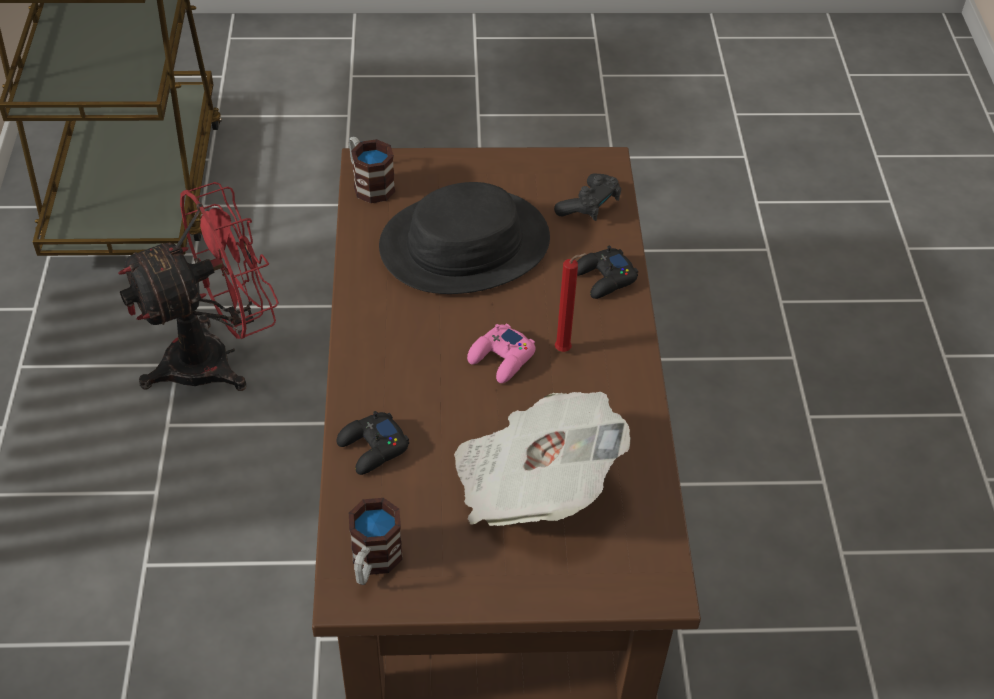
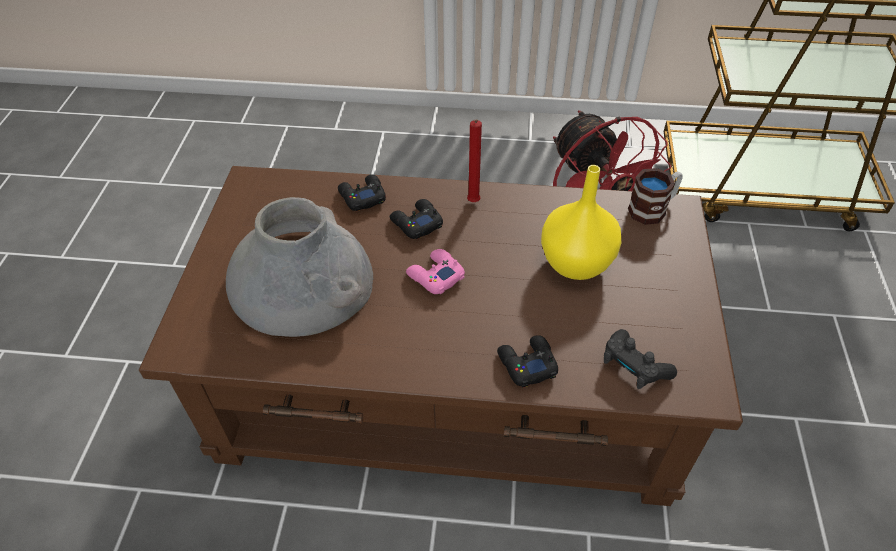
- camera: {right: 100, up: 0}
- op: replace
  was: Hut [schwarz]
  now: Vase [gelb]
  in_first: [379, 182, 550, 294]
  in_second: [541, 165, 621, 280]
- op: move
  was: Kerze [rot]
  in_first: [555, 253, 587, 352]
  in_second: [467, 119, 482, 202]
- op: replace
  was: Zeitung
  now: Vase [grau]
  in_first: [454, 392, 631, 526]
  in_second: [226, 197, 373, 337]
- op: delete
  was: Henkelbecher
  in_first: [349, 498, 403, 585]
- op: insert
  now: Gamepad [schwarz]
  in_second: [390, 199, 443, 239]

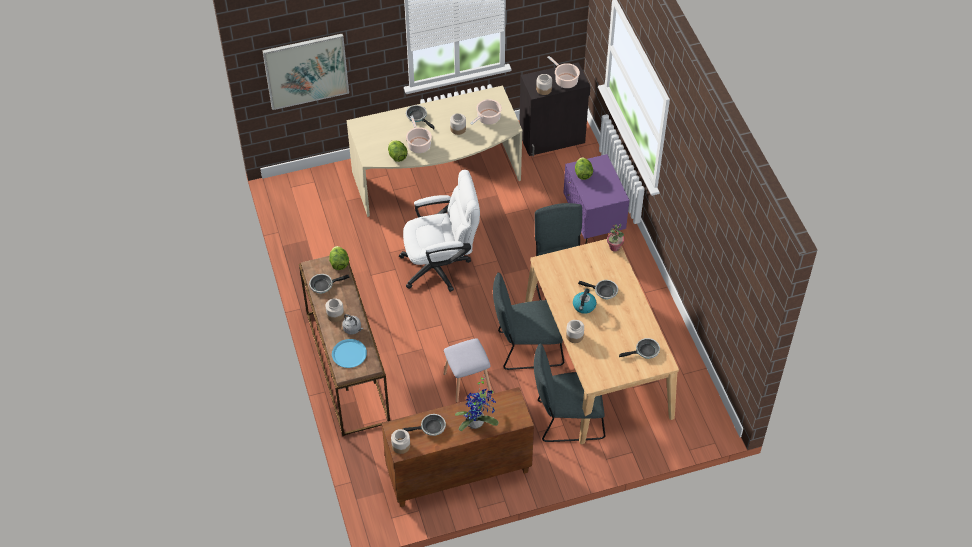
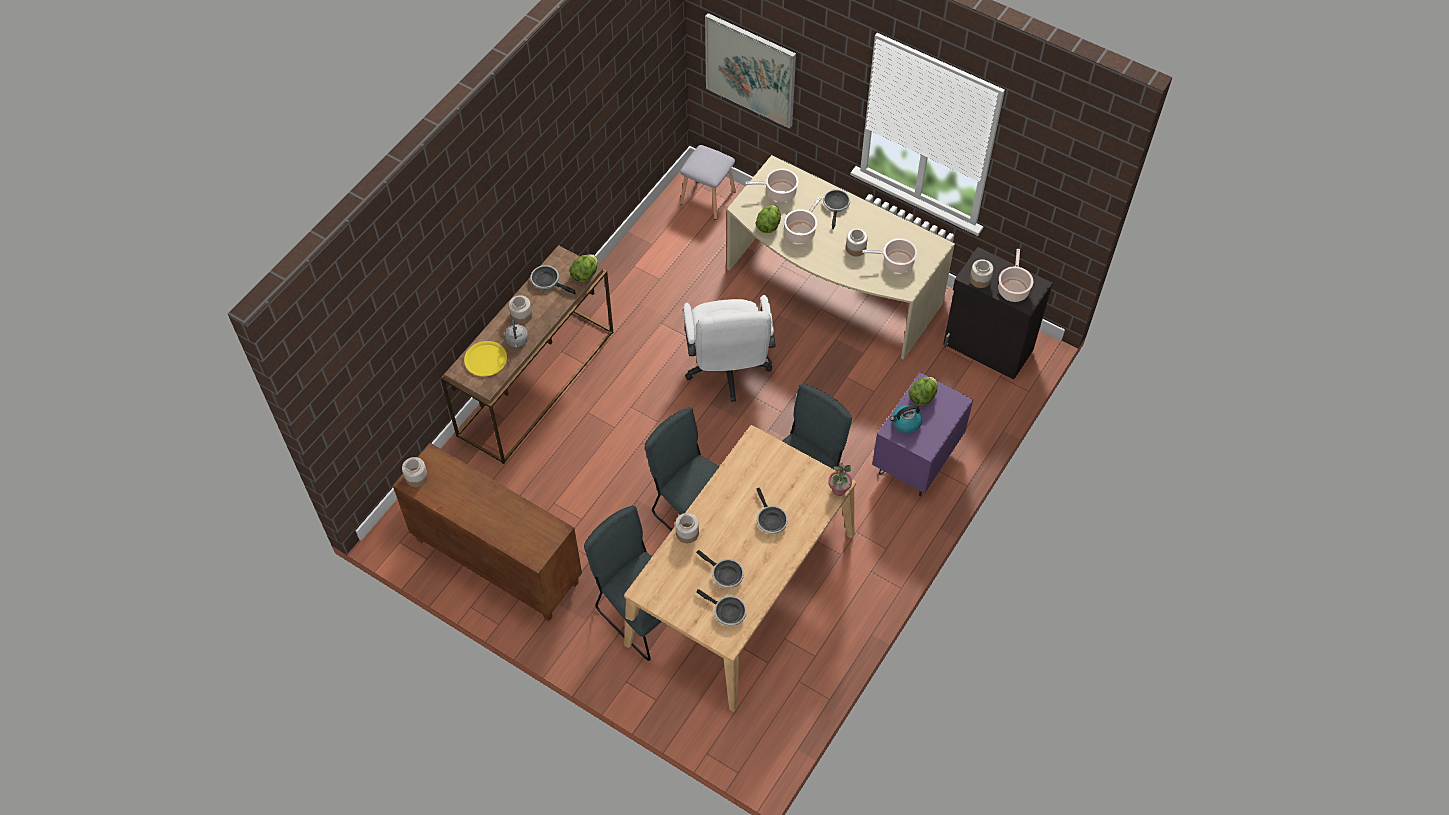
- camera: {right: 50, up: 5}
- op: rotate
  was: Bürostuhl [weiß]
  in_first: [399, 170, 480, 292]
  in_second: [683, 295, 776, 402]
  clockwise: 45
- op: move
  was: Wasserkessel
  in_first: [573, 288, 597, 314]
  in_second: [890, 405, 922, 433]
- op: move
  was: Hocker [grau]
  in_first: [443, 338, 491, 403]
  in_second: [680, 145, 736, 220]
- op: recolor
  was: Teller [blau]
  now: Teller [gelb]
  in_first: [332, 339, 367, 368]
  in_second: [464, 341, 507, 376]
- op: delete
  was: Topfpflanze
  in_first: [455, 375, 499, 431]
- op: move
  was: Pfanne
  in_first: [403, 414, 446, 436]
  in_second: [696, 550, 744, 588]
- op: insert
  now: Kochtopf
  in_second: [745, 169, 799, 202]

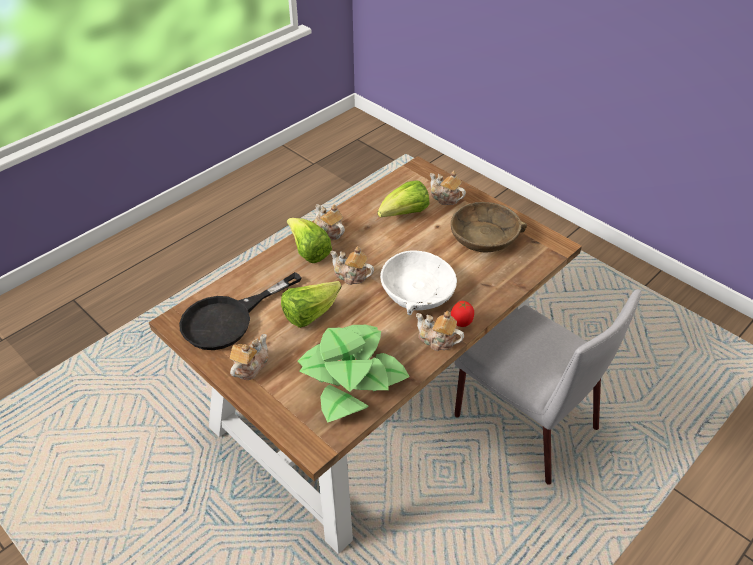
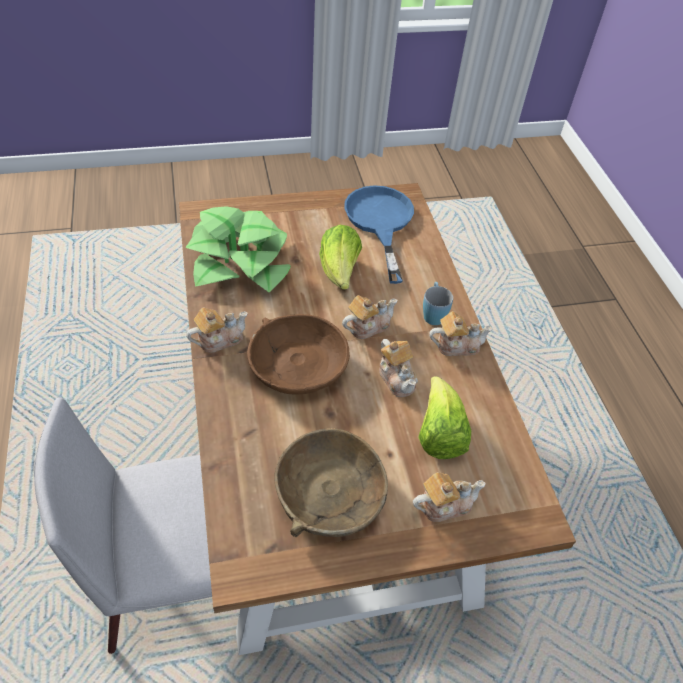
- camera: {right: 120, up: 5}
- op: replace
  was: Salatkopf
  now: Henkelbecher [blau]
  in_first: [287, 218, 332, 263]
  in_second: [423, 282, 453, 325]
- op: recolor
  was: Schüssel [weiß]
  now: Schüssel [braun]
  in_first: [380, 250, 457, 315]
  in_second: [247, 314, 350, 395]
- op: recolor
  was: Pfanne [schwarz]
  now: Pfanne [blau]
  in_first: [179, 272, 301, 350]
  in_second: [344, 185, 414, 284]
- op: delete
  was: Tomate
  in_first: [451, 301, 474, 327]
- op: move
  was: Teekanne
  in_first: [230, 334, 269, 380]
  in_second: [379, 339, 418, 397]

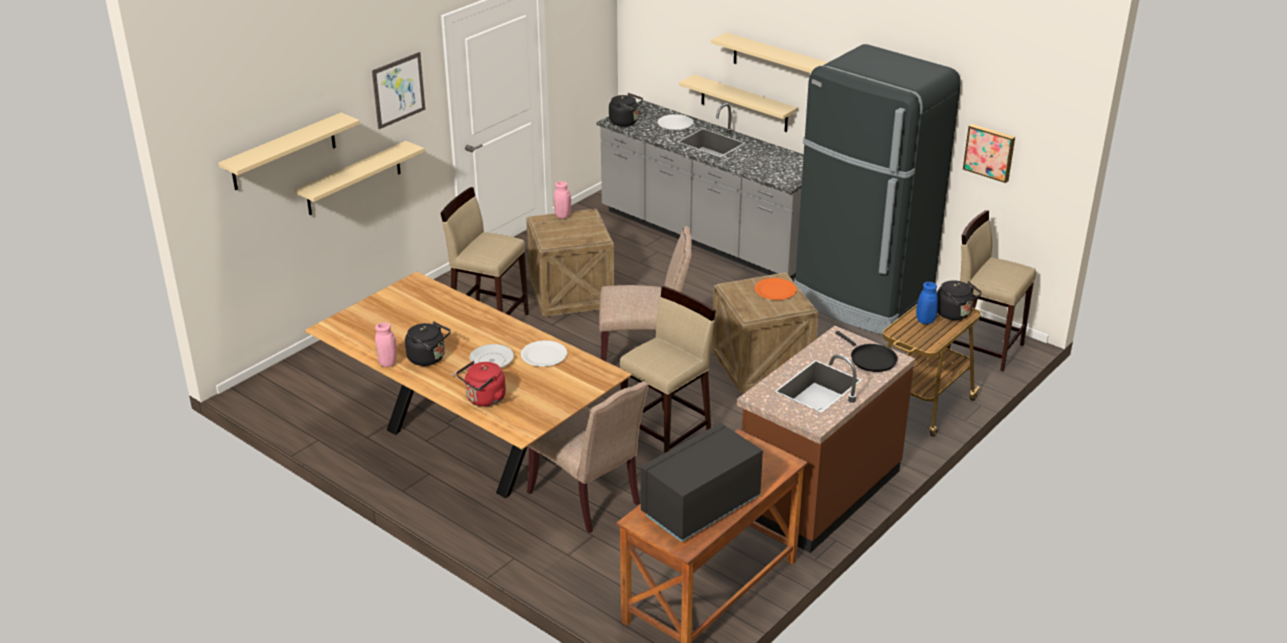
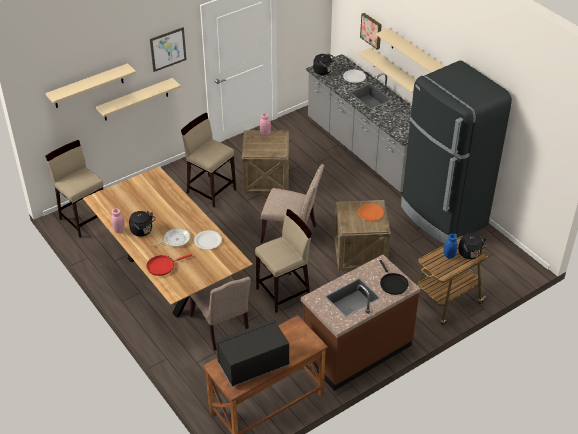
- camera: {right: 15, up: 10}
- op: move
  was: Bild
  in_first: [963, 124, 1015, 183]
  in_second: [360, 13, 382, 50]
- op: move
  was: Hocker [beige]
  in_first: [946, 210, 1036, 372]
  in_second: [45, 140, 103, 238]
- op: replace
  was: Wasserkessel [rot]
  now: Pfanne [rot]
  in_first: [456, 361, 506, 406]
  in_second: [147, 254, 192, 276]

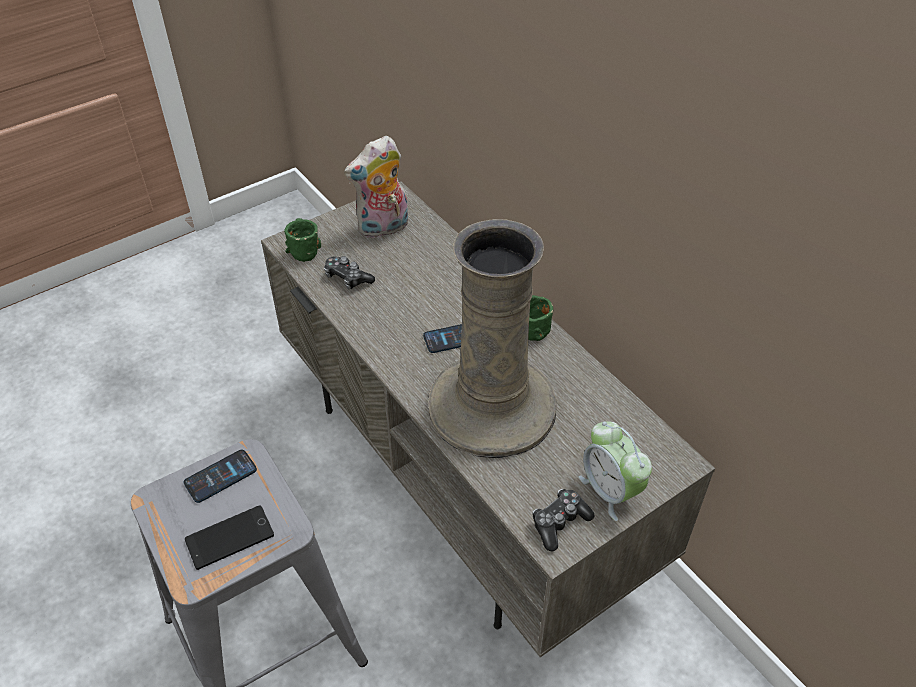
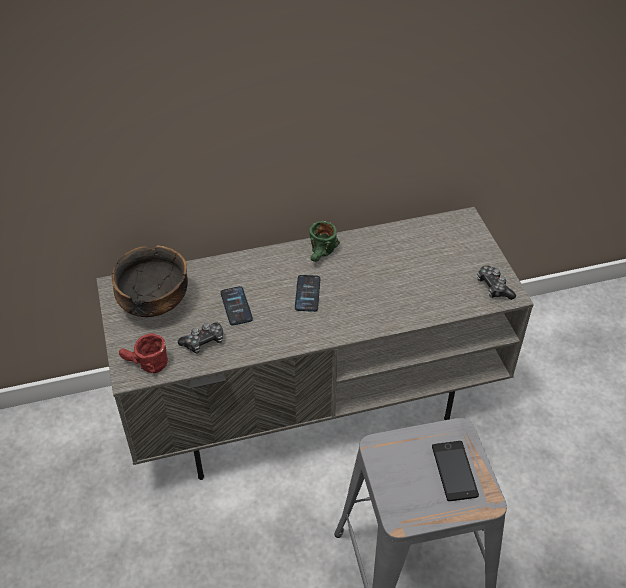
- camera: {right: -70, up: 0}
- op: replace
  was: Plüschtier
  now: Schüssel
  in_first: [344, 136, 408, 238]
  in_second: [112, 245, 188, 317]
- op: recolor
  was: Henkelbecher [grün]
  now: Henkelbecher [rot]
  in_first: [284, 218, 321, 262]
  in_second: [119, 333, 168, 373]
- op: delete
  was: Vase [beige]
  in_first: [428, 219, 556, 458]
- op: delete
  was: Wecker
  in_first: [579, 421, 652, 521]
- op: move
  was: Handy
  in_first: [184, 450, 257, 503]
  in_second: [220, 286, 253, 325]

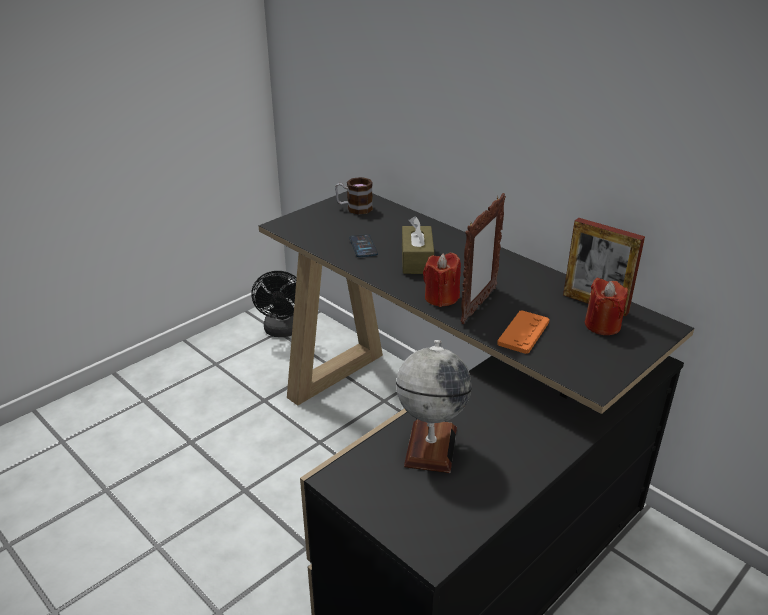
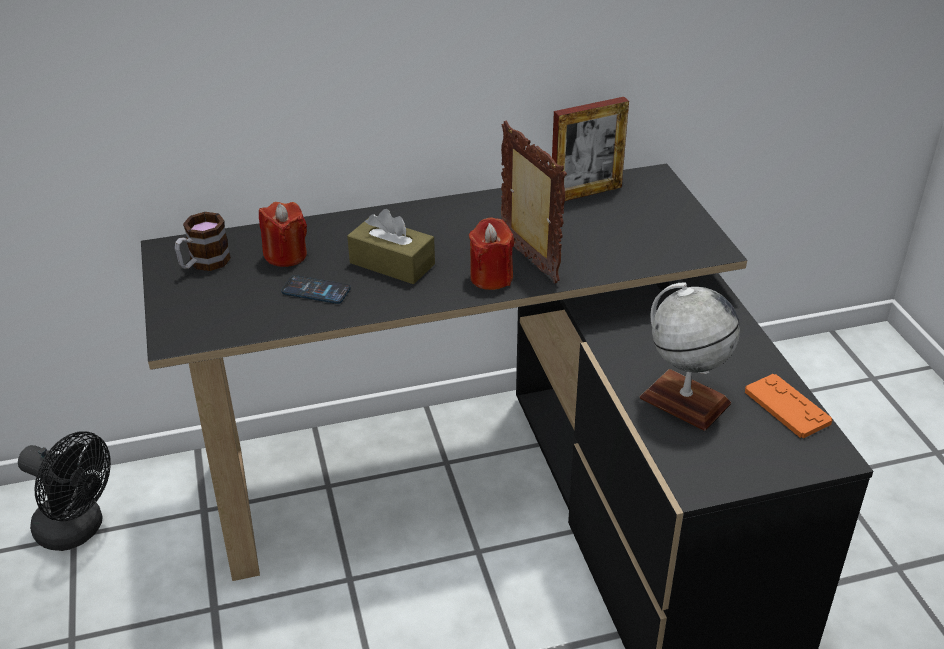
- camera: {right: -60, up: 5}
- op: move
  was: Kerze [rot]
  in_first: [585, 278, 628, 335]
  in_second: [259, 202, 307, 267]
- op: move
  was: Gamepad [orange]
  in_first: [497, 310, 549, 354]
  in_second: [745, 374, 832, 438]

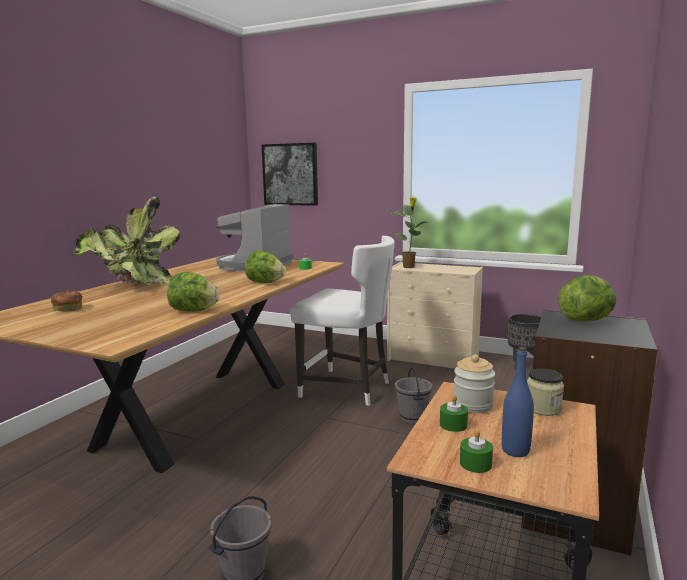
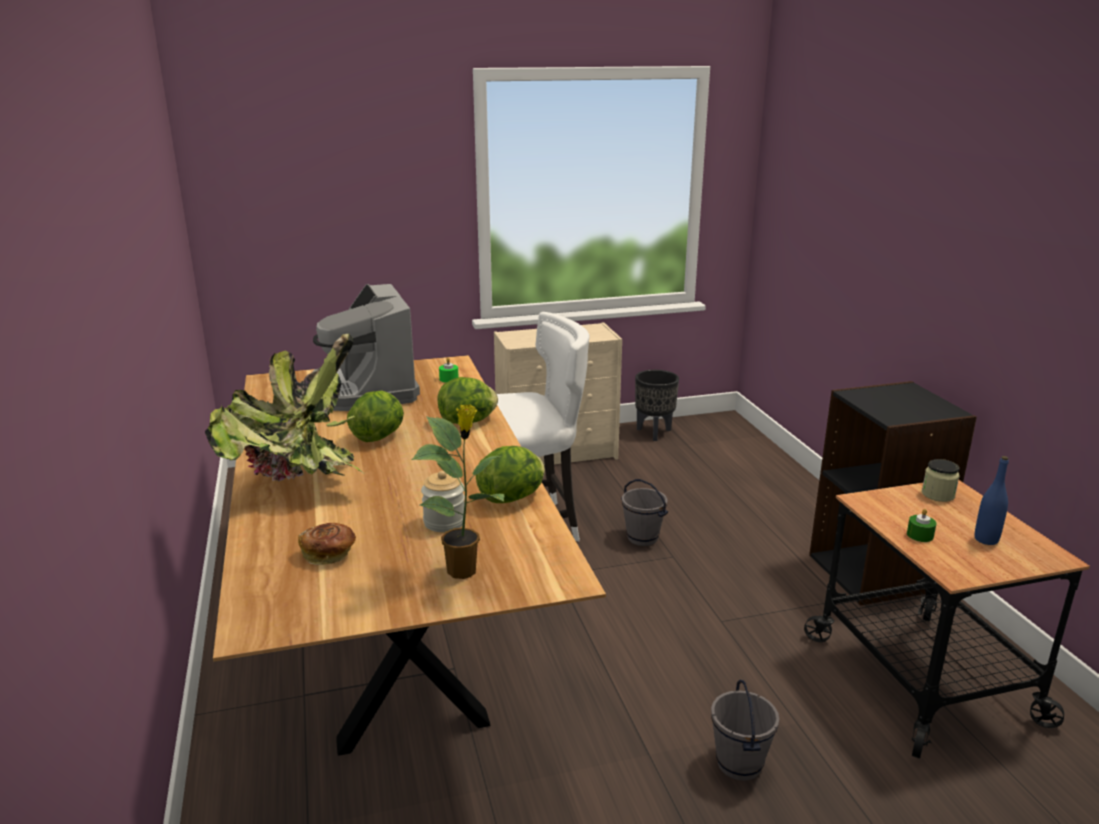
- camera: {right: -40, up: 10}
- op: delete
  was: Bild
  in_first: [262, 143, 318, 206]
- op: move
  was: Topfpflanze
  in_first: [391, 198, 427, 268]
  in_second: [411, 404, 505, 579]
- op: move
  was: Salatkopf
  in_first: [558, 275, 616, 322]
  in_second: [347, 390, 404, 442]
- op: move
  was: Vorratsglas
  in_first: [454, 354, 495, 413]
  in_second: [421, 471, 466, 532]
- op: delete
  was: Kerze [grün]
  in_first: [460, 429, 493, 473]

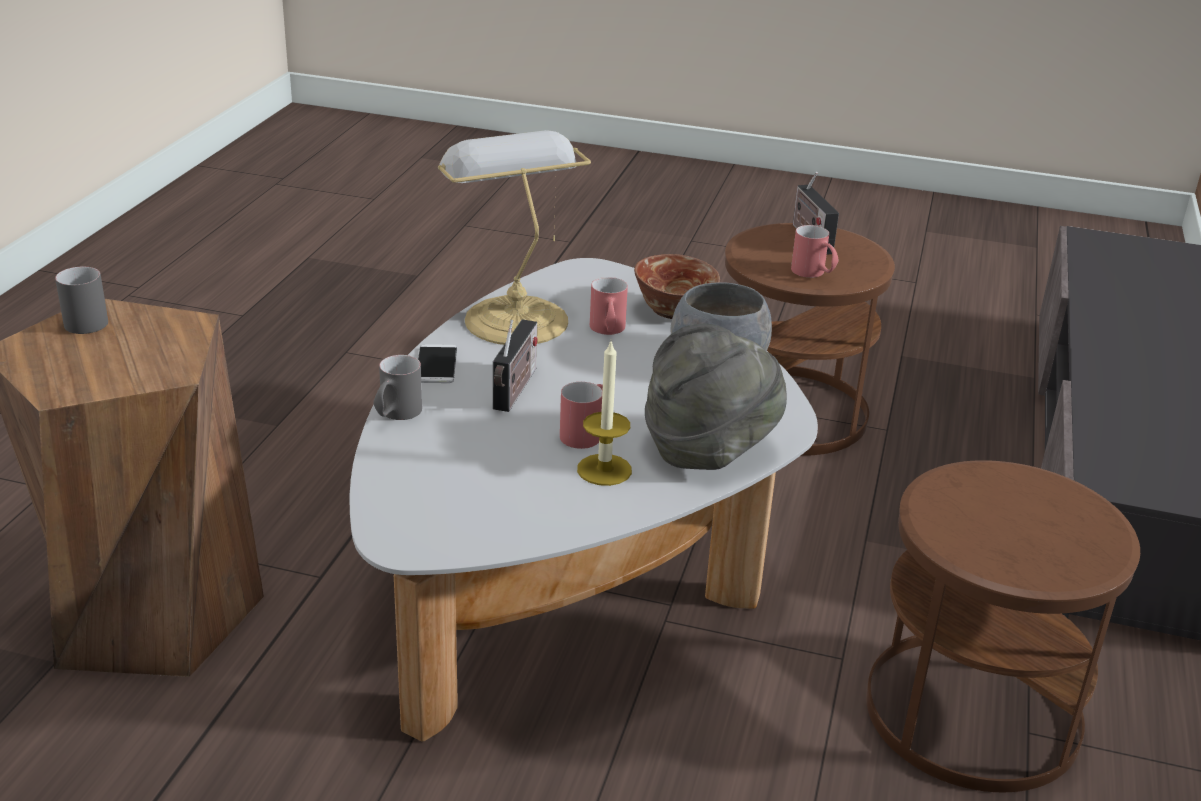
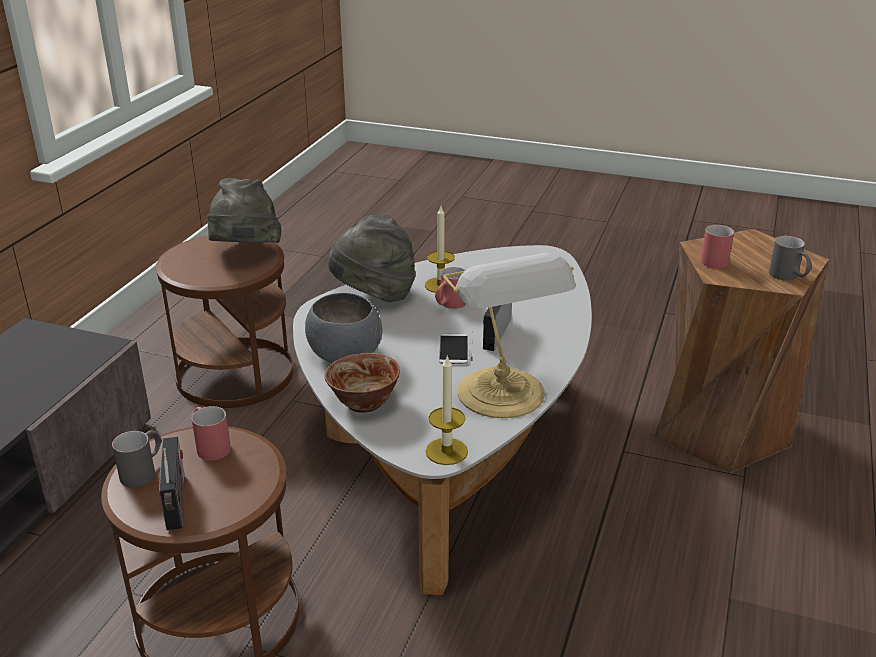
- camera: {right: -175, up: 0}
- op: move
  was: Henkelbecher [rot]
  in_first: [590, 277, 628, 335]
  in_second: [701, 225, 734, 268]
- op: move
  was: Handy
  in_first: [418, 344, 457, 383]
  in_second: [439, 334, 468, 364]
- op: move
  was: Henkelbecher [grau]
  in_first: [373, 355, 422, 420]
  in_second: [112, 430, 162, 487]
- op: insert
  now: Hut [grau]
  in_second: [207, 178, 281, 243]
- op: insert
  now: Kerze
  in_second: [426, 355, 468, 465]

